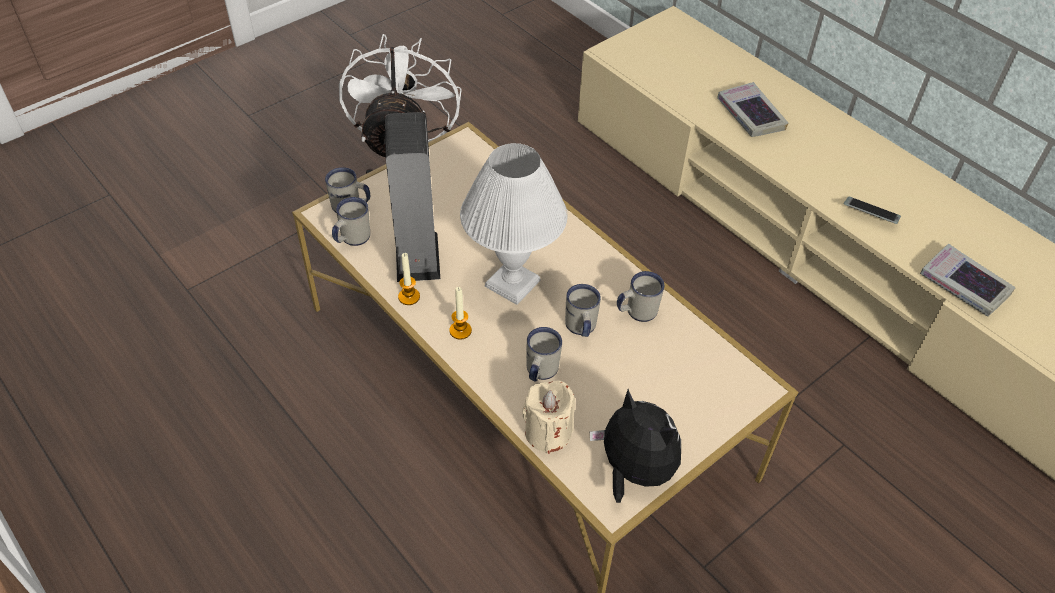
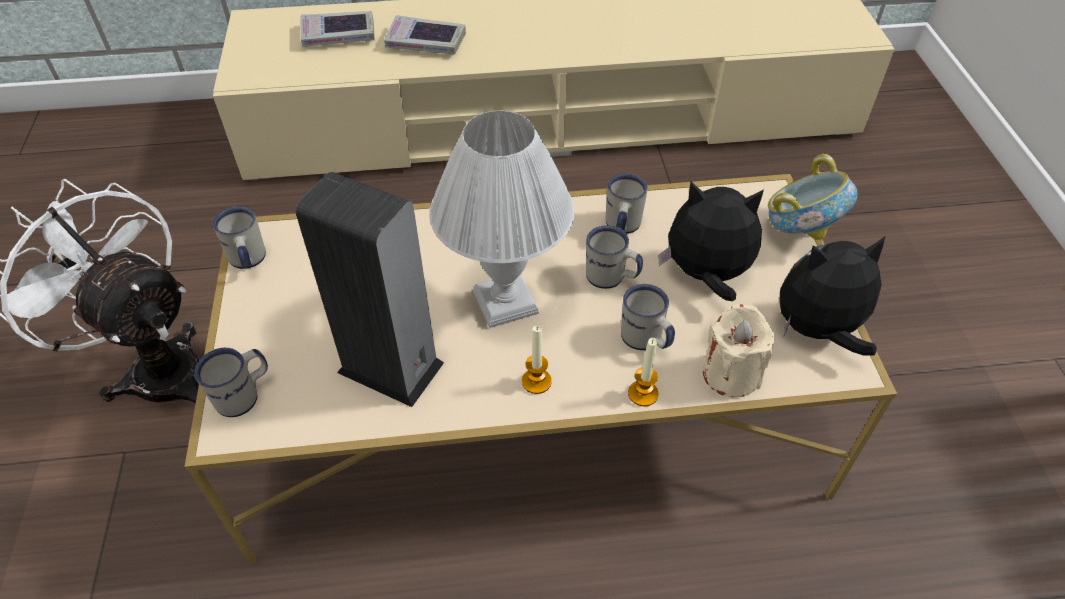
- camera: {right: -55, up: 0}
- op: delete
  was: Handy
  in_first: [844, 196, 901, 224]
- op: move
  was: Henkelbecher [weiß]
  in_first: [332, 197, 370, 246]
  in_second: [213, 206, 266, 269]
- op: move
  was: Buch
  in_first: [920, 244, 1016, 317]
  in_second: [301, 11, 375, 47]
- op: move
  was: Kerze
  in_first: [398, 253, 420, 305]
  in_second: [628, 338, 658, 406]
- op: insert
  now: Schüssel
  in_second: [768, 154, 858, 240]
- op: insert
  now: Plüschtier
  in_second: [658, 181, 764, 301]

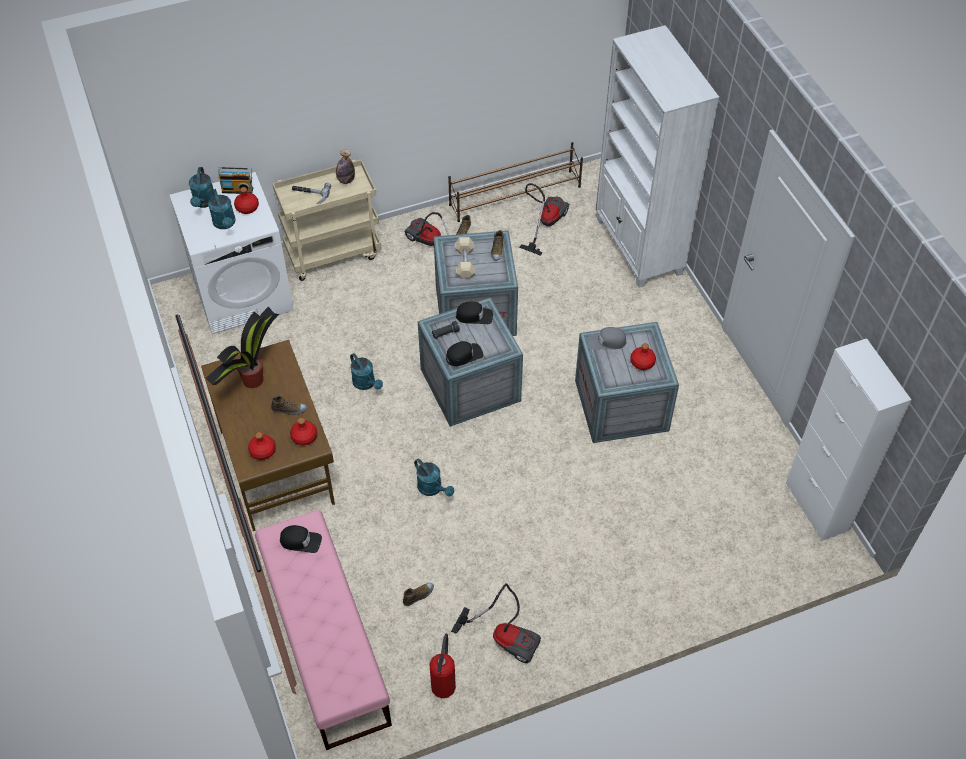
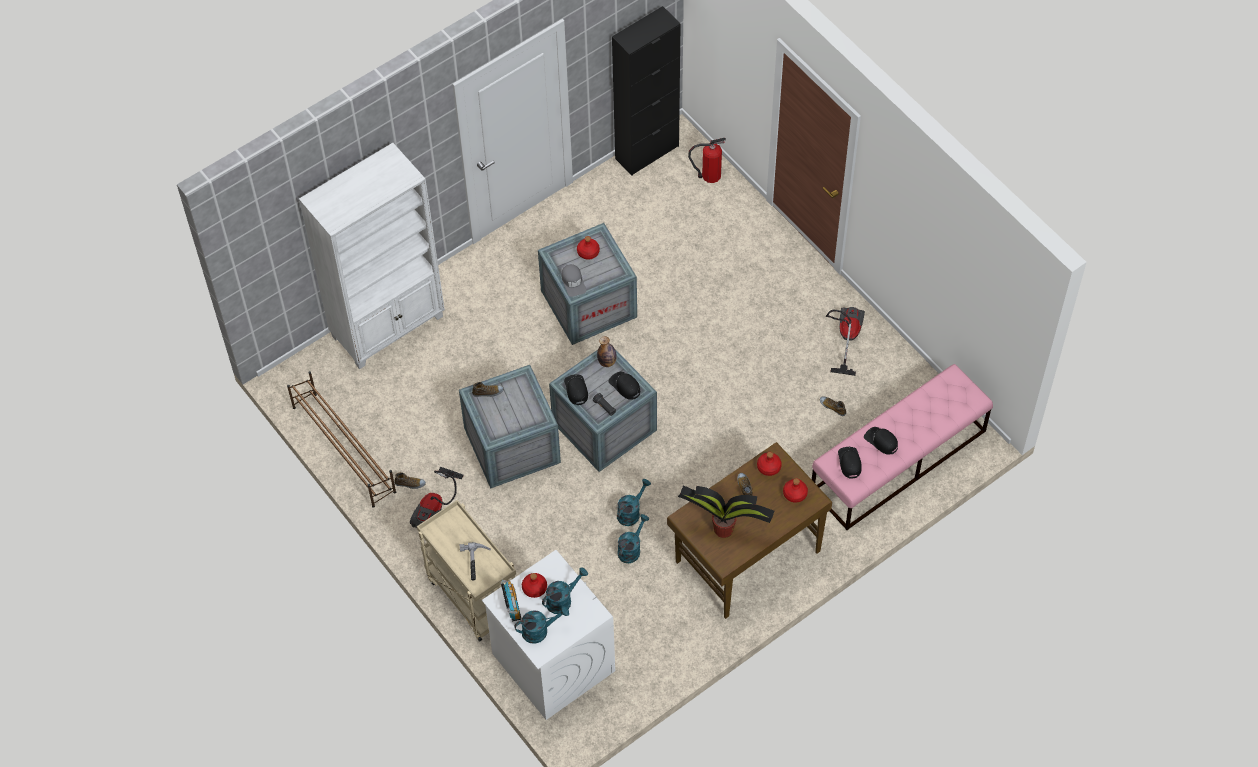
- camera: {right: -105, up: 5}
- op: move
  was: Flasche
  in_first: [336, 150, 355, 184]
  in_second: [597, 336, 617, 367]
- op: delete
  was: Staubsauger
  in_first: [519, 183, 570, 256]
- op: delete
  was: Hantel [beige]
  in_first: [455, 237, 476, 279]
- op: recolor
  was: Schrank [weiß]
  now: Schrank [schwarz]
  in_first: [786, 338, 911, 541]
  in_second: [612, 6, 681, 176]
- op: move
  was: Gießkanne [türkis]
  in_first: [414, 459, 454, 496]
  in_second: [617, 514, 649, 563]
- op: move
  was: Feuerlöscher
  in_first: [429, 634, 456, 699]
  in_second: [688, 138, 726, 183]
- op: insert
  now: Kappe [schwarz]
  in_second: [864, 427, 898, 455]

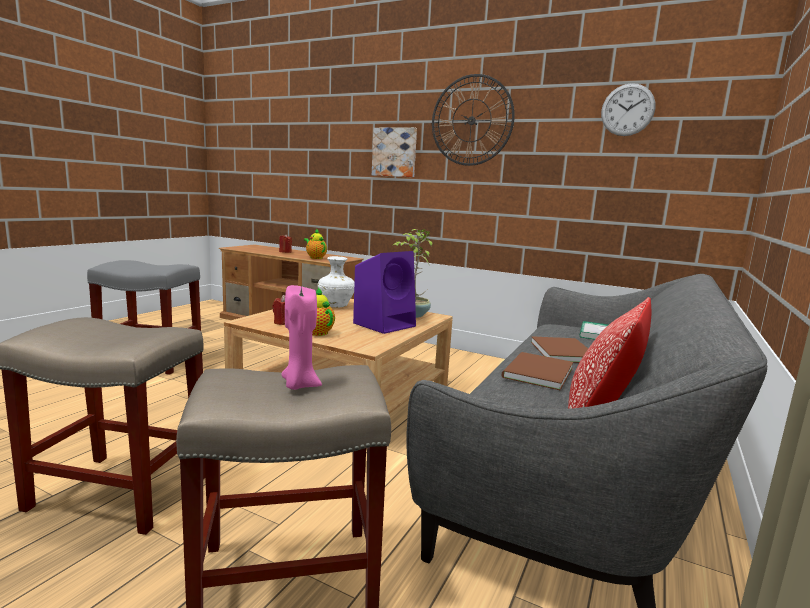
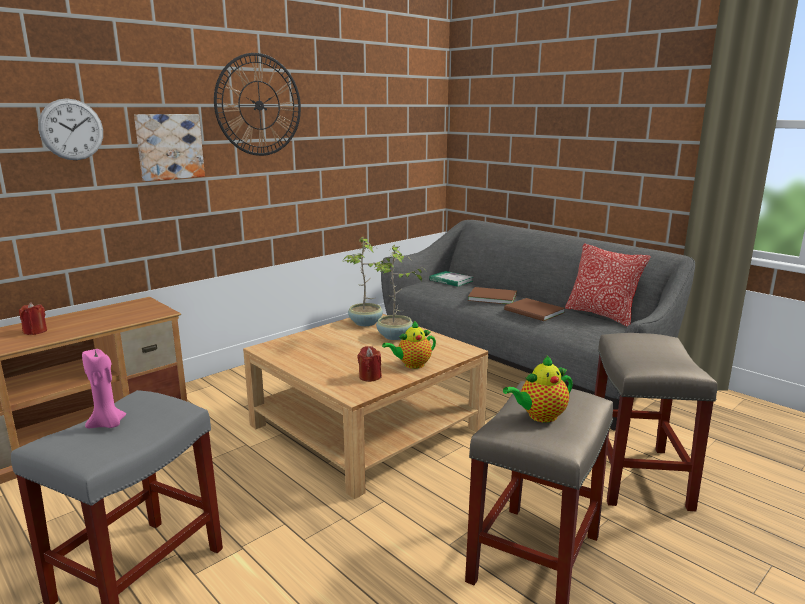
- camera: {right: -70, up: 5}
- op: move
  was: Wanduhr
  in_first: [601, 83, 655, 136]
  in_second: [38, 98, 103, 160]
- op: move
  was: Teekanne
  in_first: [304, 229, 327, 259]
  in_second: [503, 355, 573, 422]
- op: replace
  was: Lautsprecher [lila]
  now: Topfpflanze
  in_first: [353, 251, 416, 334]
  in_second: [373, 245, 428, 340]
- op: delete
  was: Vase [weiß]
  in_first: [318, 256, 354, 308]
- op: move
  was: Kerze [rosa]
  in_first: [281, 284, 322, 390]
  in_second: [82, 349, 126, 428]

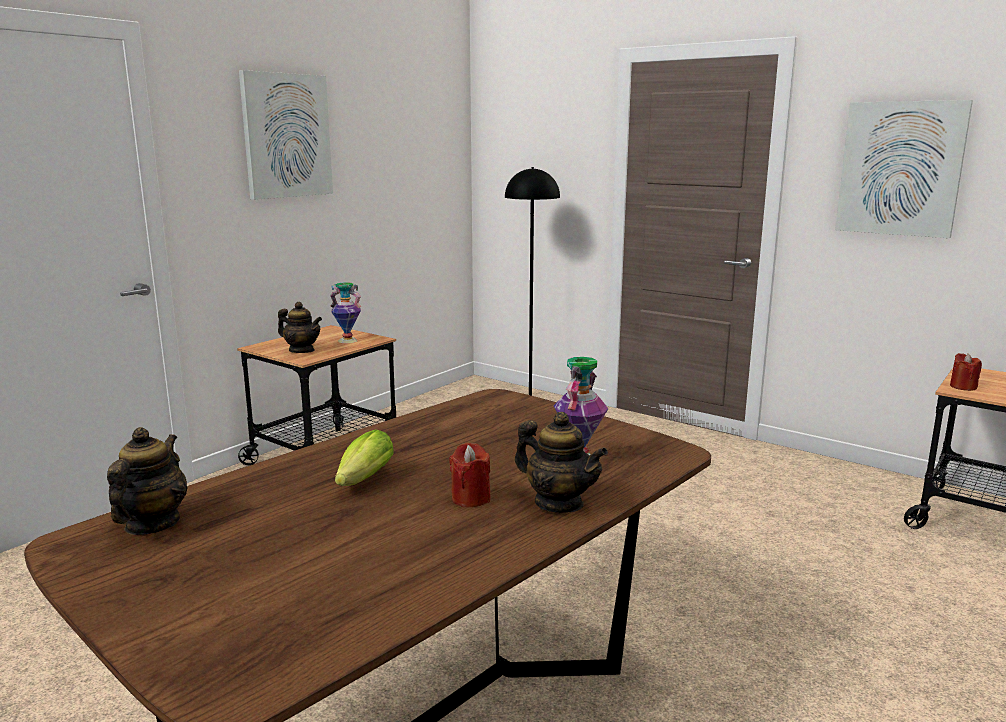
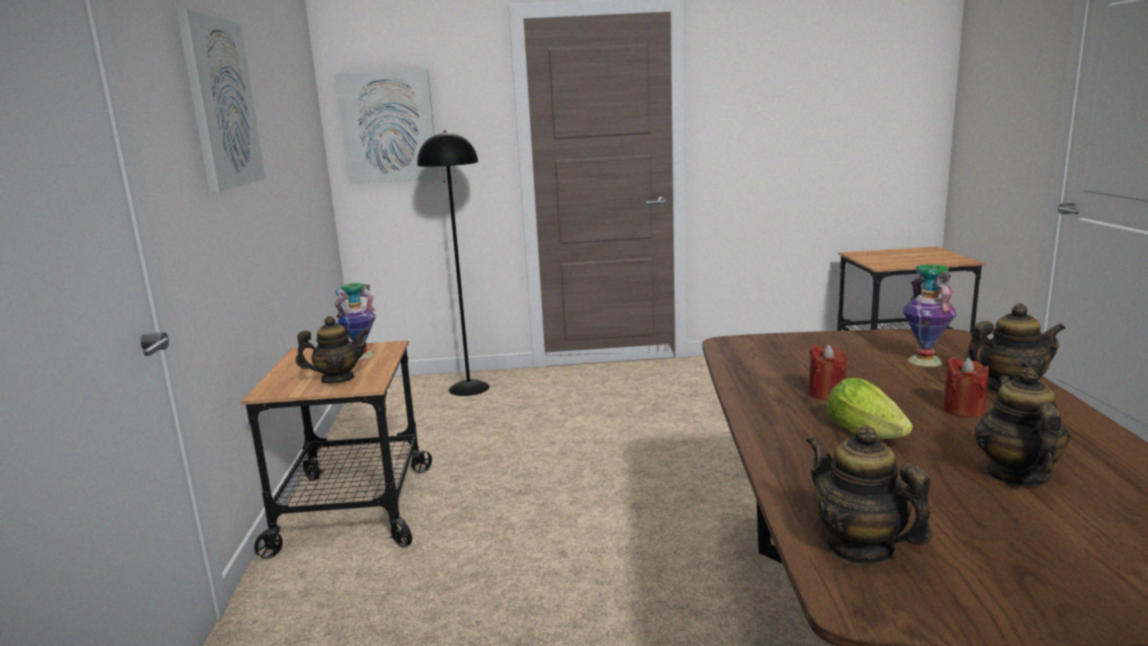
- camera: {right: -40, up: 0}
- op: move
  was: Bild
  in_first: [835, 100, 973, 238]
  in_second: [335, 69, 439, 184]
- op: move
  was: Kerze [rot]
  in_first: [950, 353, 982, 391]
  in_second: [808, 344, 847, 400]
- op: insert
  now: Teekanne
  in_second: [975, 367, 1070, 487]

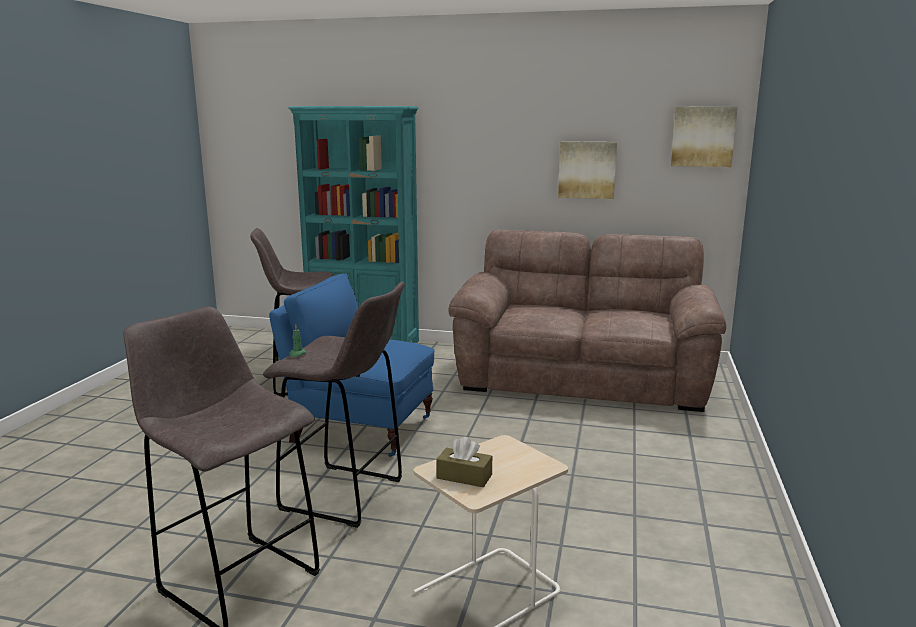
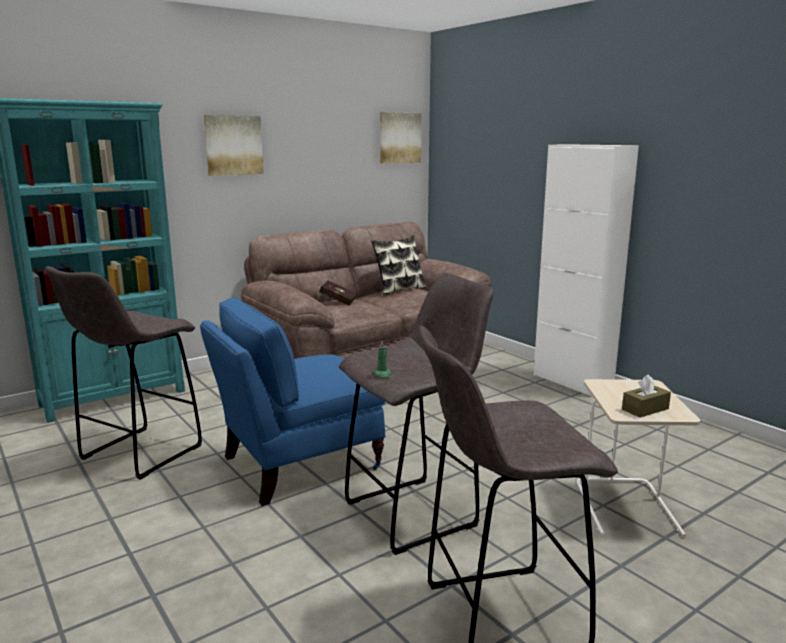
- camera: {right: -50, up: 0}
- op: move
  was: Bild
  in_first: [558, 141, 617, 199]
  in_second: [204, 115, 264, 176]
- op: insert
  now: Schrank [weiß]
  in_second: [534, 144, 639, 398]
- op: insert
  now: Kissen
  in_second: [371, 235, 426, 296]
- op: insert
  now: Buch [rot]
  in_second: [319, 281, 357, 305]

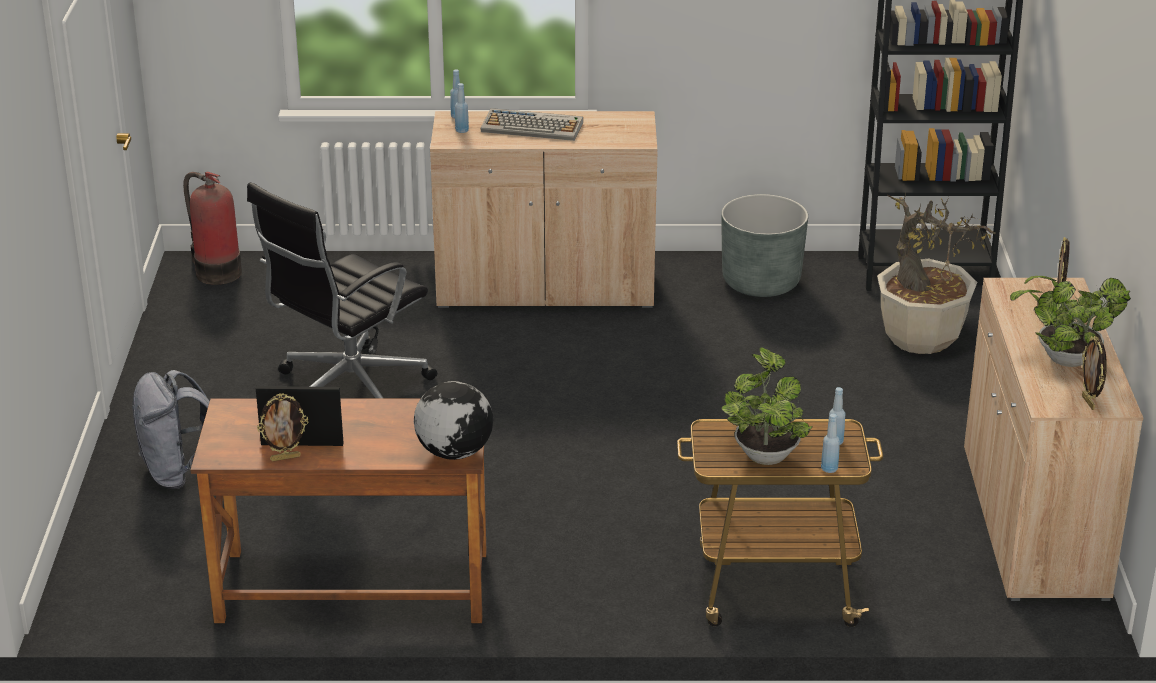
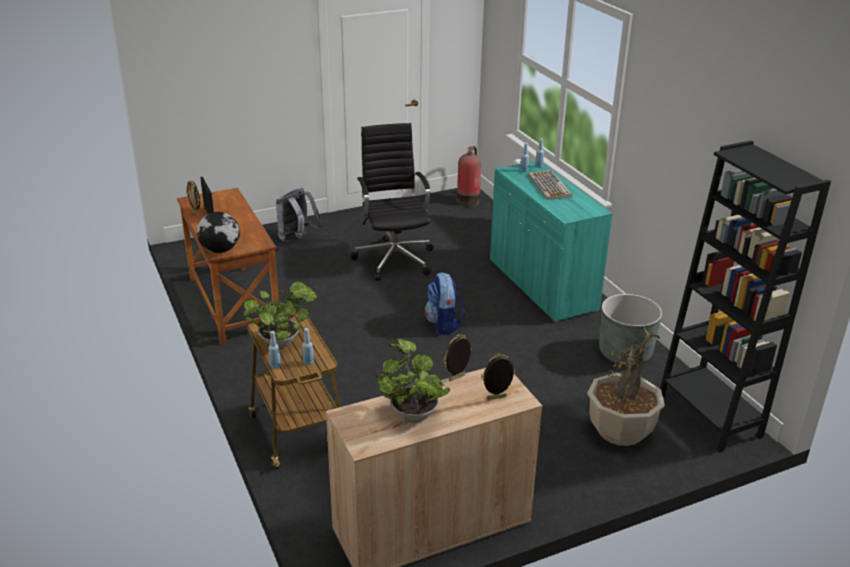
- camera: {right: 65, up: 0}
- op: recolor
  was: Schrank [beige]
  now: Schrank [türkis]
  in_first: [430, 111, 657, 308]
  in_second: [490, 161, 613, 323]
- op: rotate
  was: Bürostuhl [schwarz]
  in_first: [247, 182, 437, 399]
  in_second: [350, 123, 434, 281]
  clockwise: 60
- op: move
  was: Bilderrahmen
  in_first: [1082, 336, 1107, 410]
  in_second: [443, 334, 472, 382]
- op: insert
  now: Rucksack
  in_second: [425, 272, 465, 335]

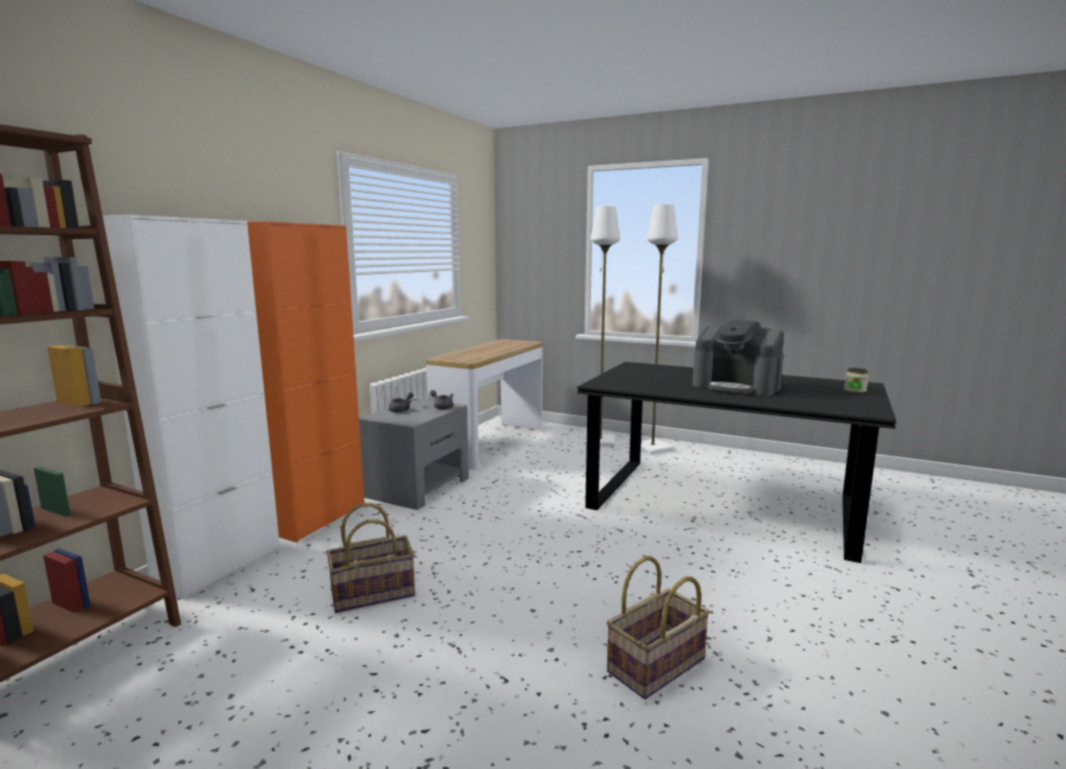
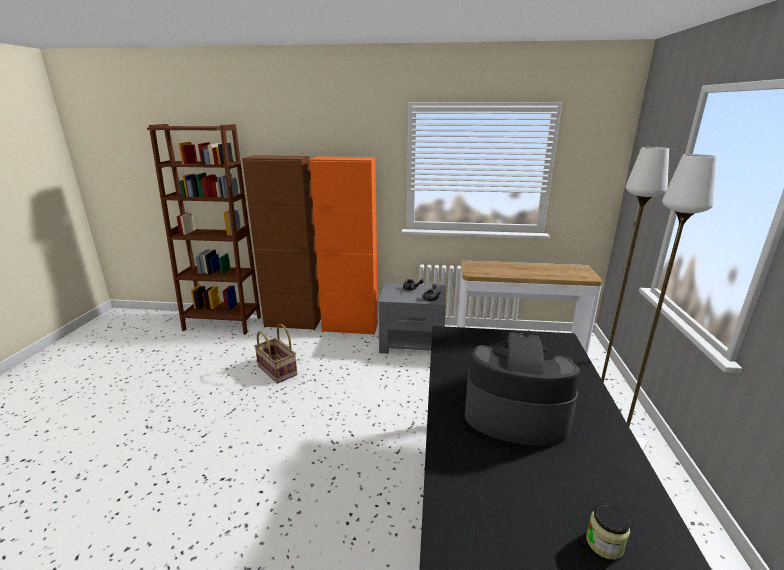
- camera: {right: 70, up: 10}
- op: recolor
  was: Schrank [weiß]
  now: Schrank [braun]
  in_first: [103, 215, 280, 599]
  in_second: [242, 155, 321, 330]
- op: rotate
  was: Kaffeemaschine
  in_first: [692, 320, 784, 396]
  in_second: [465, 333, 580, 446]
  clockwise: 90
- op: delete
  was: Korb
  in_first: [607, 556, 710, 699]

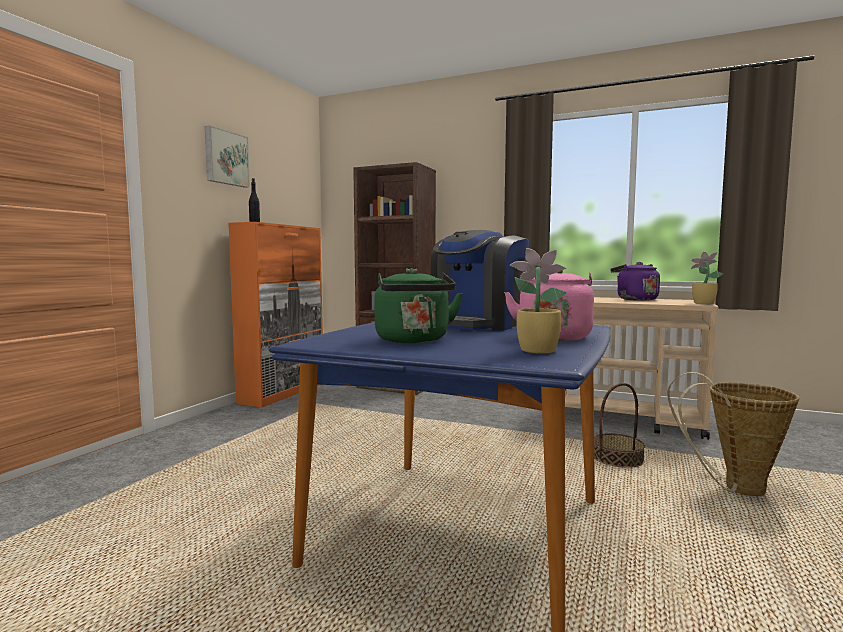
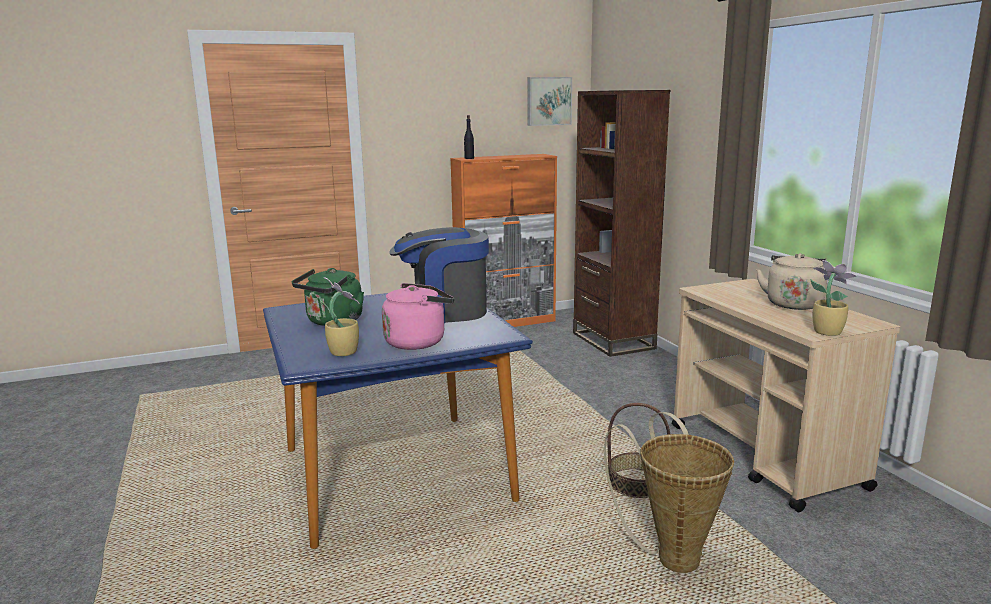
- camera: {right: 45, up: 10}
- op: move
  was: Bild
  in_first: [205, 125, 250, 188]
  in_second: [528, 77, 572, 126]
- op: recolor
  was: Wasserkessel [lila]
  now: Wasserkessel [beige]
  in_first: [610, 262, 660, 301]
  in_second: [756, 253, 827, 310]

